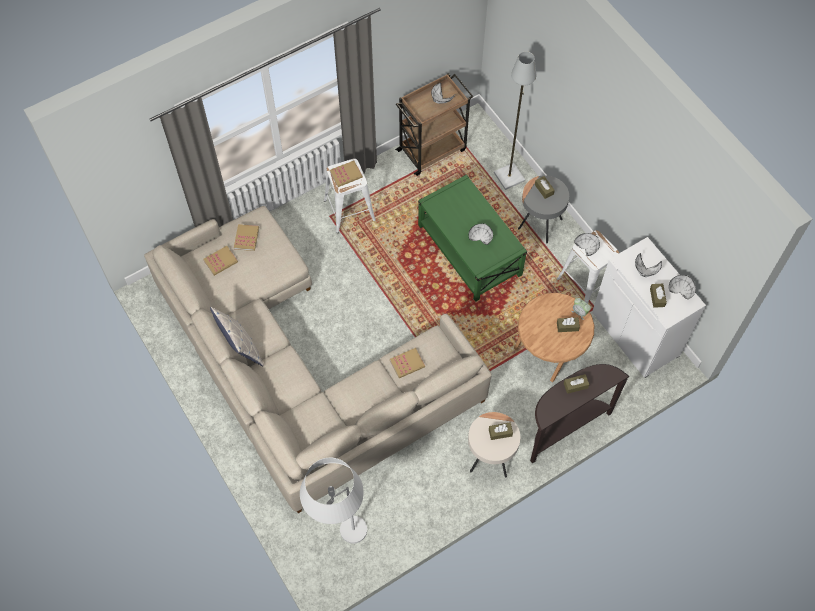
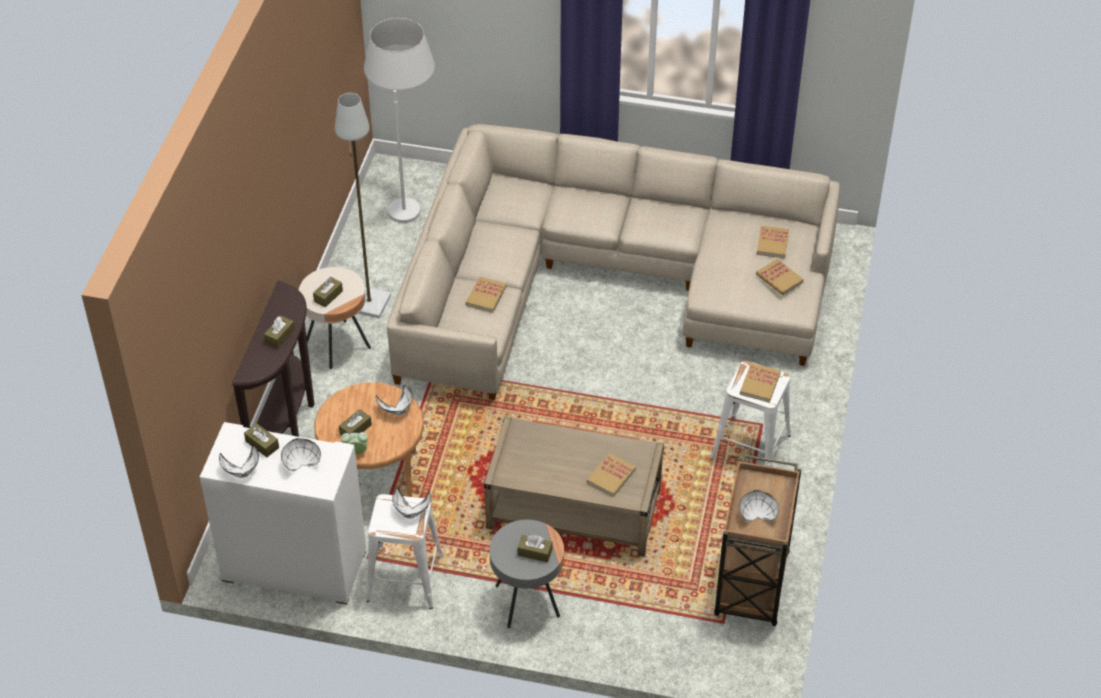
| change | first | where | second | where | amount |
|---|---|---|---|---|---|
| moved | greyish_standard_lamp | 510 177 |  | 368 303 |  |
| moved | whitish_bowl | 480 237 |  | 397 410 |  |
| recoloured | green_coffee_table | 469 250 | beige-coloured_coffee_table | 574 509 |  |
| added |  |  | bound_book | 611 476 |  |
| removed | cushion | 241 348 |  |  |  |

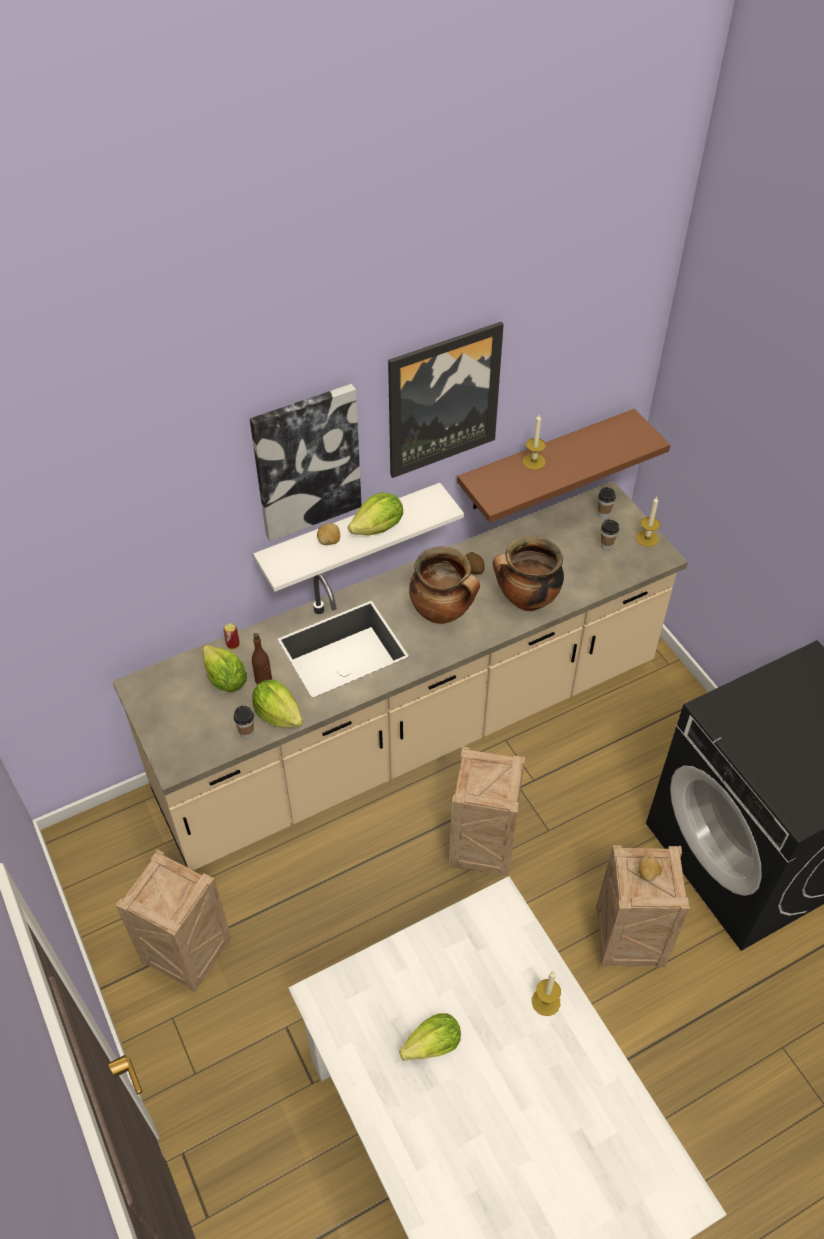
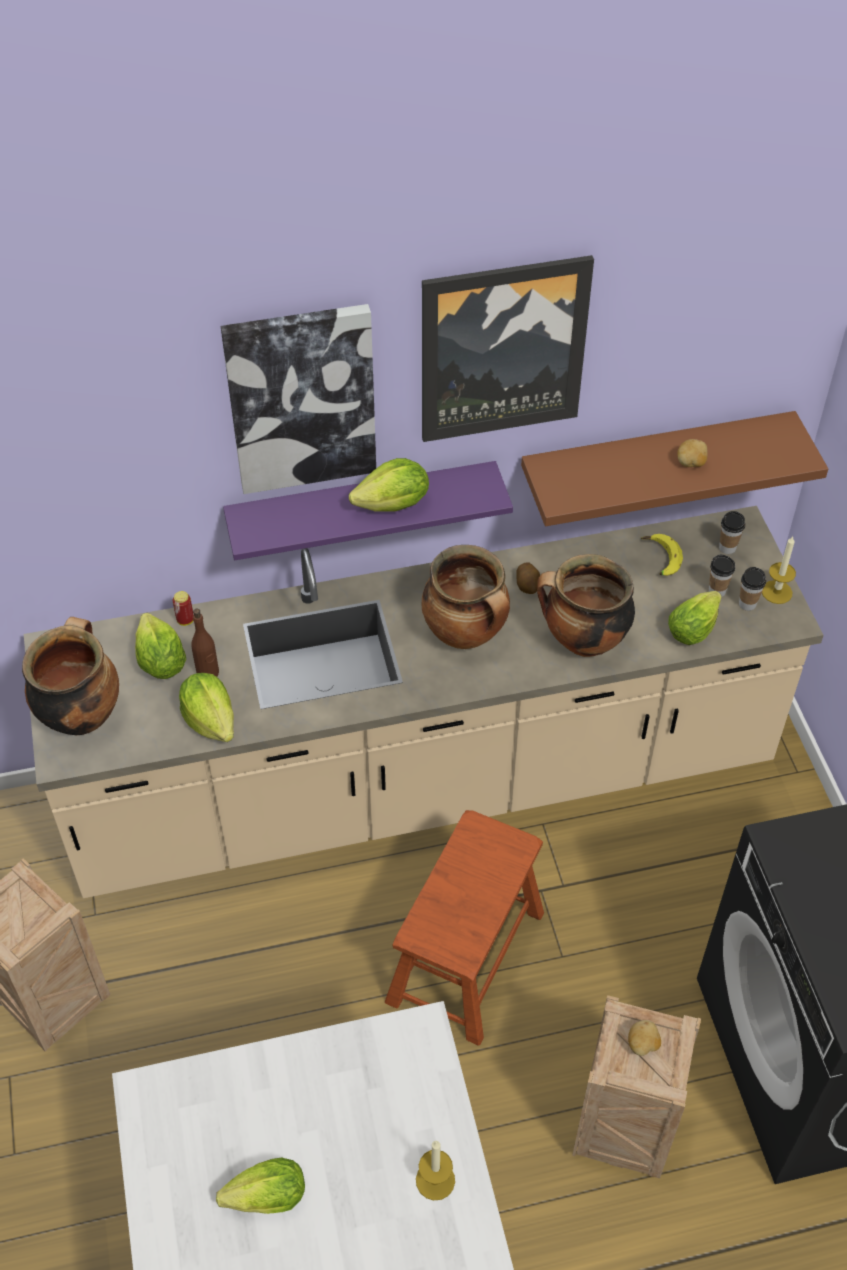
| change | first | where | second | where | amount |
|---|---|---|---|---|---|
| added |  |  | stockpot | 80 714 |  |
| recoloured | whitish_bracket_shelf | 350 536 | purplish_bracket_shelf | 362 509 |  |
| replaced | packing_crate | 481 847 | brown_sitting_stool | 465 957 |  |
| added |  |  | whole_banana | 659 559 |  |
| added |  |  | head_of_lettuce | 695 627 |  |
| moved | whole_potato | 329 541 |  | 691 463 |  |
| moved | small_cup | 247 733 |  | 747 604 |  |
| removed | wax_light | 534 461 |  |  |  |

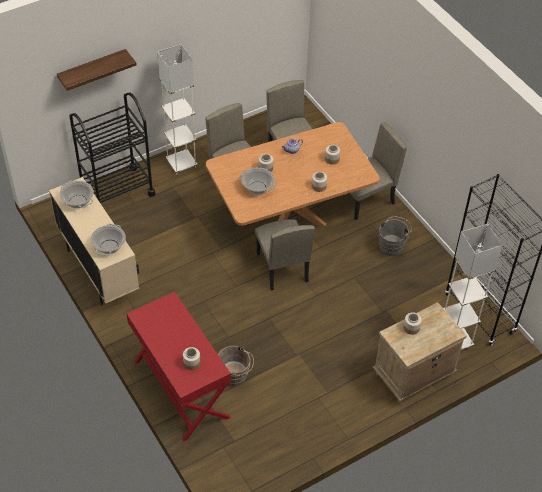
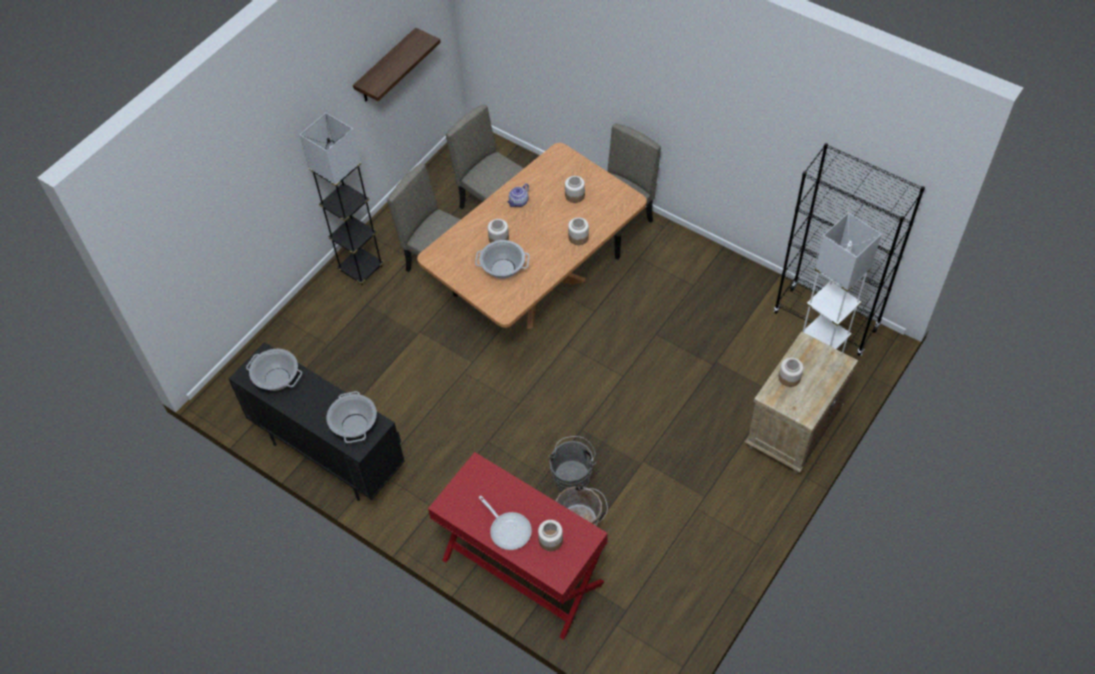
| change | first | where | second | where | amount |
|---|---|---|---|---|---|
| recoloured | beige-coloured_storage_cabinet | 98 271 | blackish_storage_cabinet | 330 456 |  |
| recoloured | whitish_standard_lamp | 181 163 | blackish_standard_lamp | 361 268 |  |
| moved | bracket_shelf | 92 70 |  | 386 67 |  |
| added |  |  | frying_pan | 508 529 |  |
| moved | greyish_bucket | 392 246 |  | 573 476 |  |
| removed | blackish_trolley | 117 191 |  |  |  |
| removed | beige-coloured_chair | 281 267 |  |  |  |

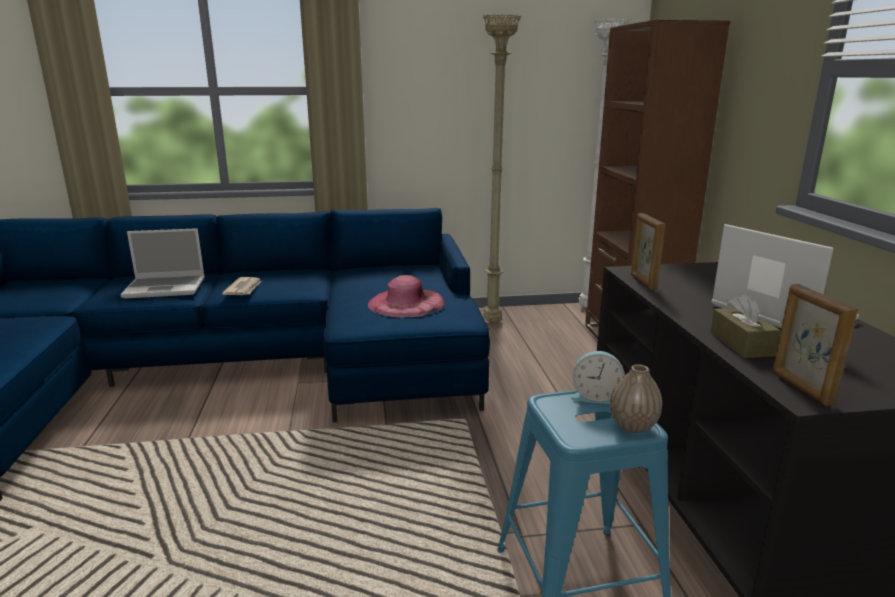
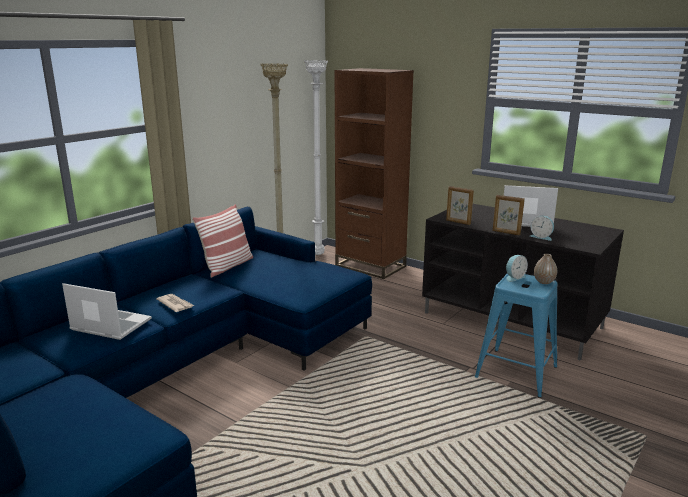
| change | first | where | second | where | amount |
|---|---|---|---|---|---|
| turned | notebook_computer | 166 288 |  | 109 325 | 105 degrees counterclockwise |
| added |  |  | cushion | 227 266 |  |
| moved | picture_frame | 800 388 |  | 506 233 |  |
| replaced | brown_tissue_holder | 741 344 | bedside_clock | 541 237 |  |
| removed | pinkish_wearable_hat | 406 303 |  |  |  |

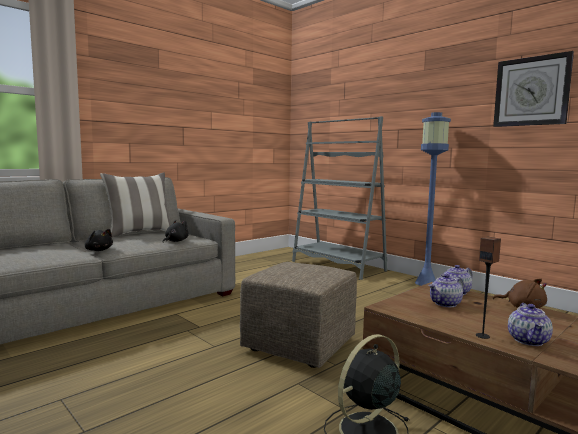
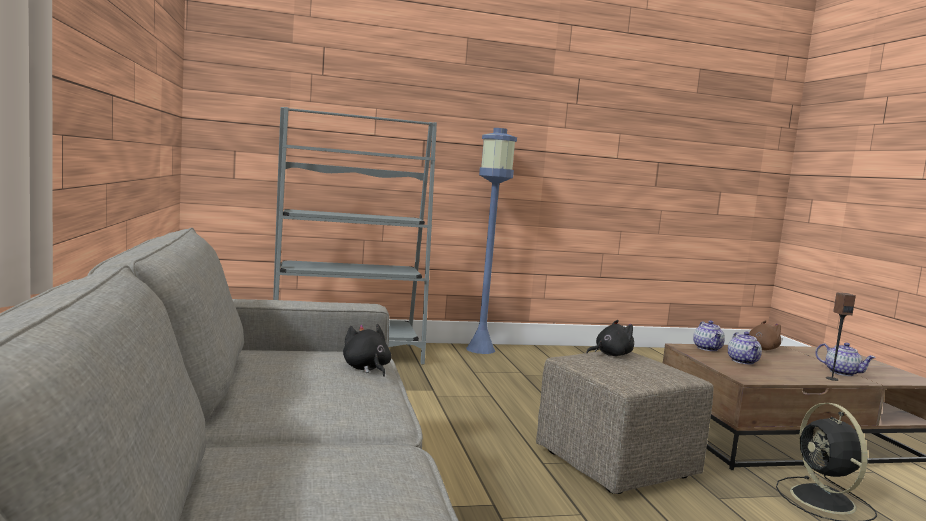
| change | first | where | second | where | amount |
|---|---|---|---|---|---|
| moved | blackish_soft_toy | 98 250 |  | 610 354 |  |
| removed | cushion | 139 233 |  |  |  |
| removed | wall_clock | 531 91 |  |  |  |

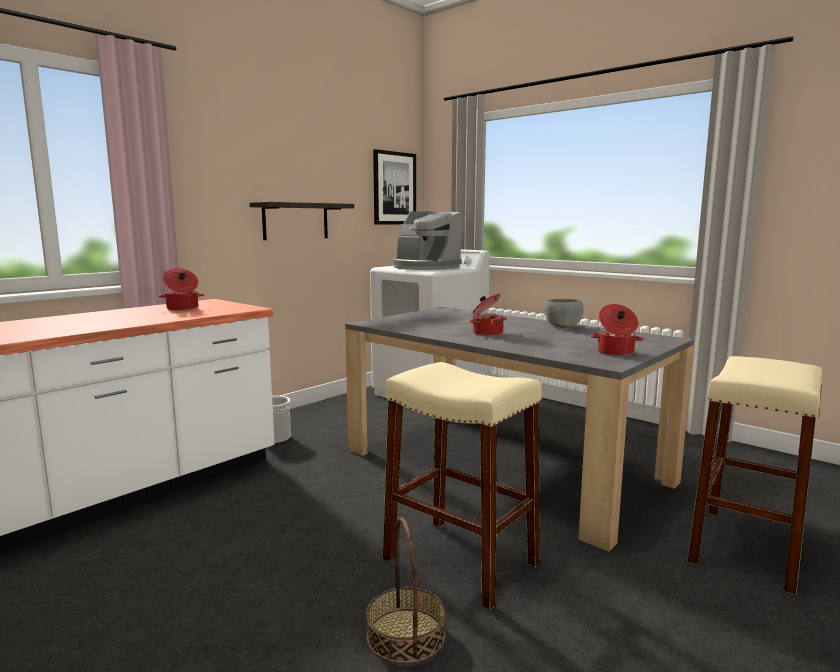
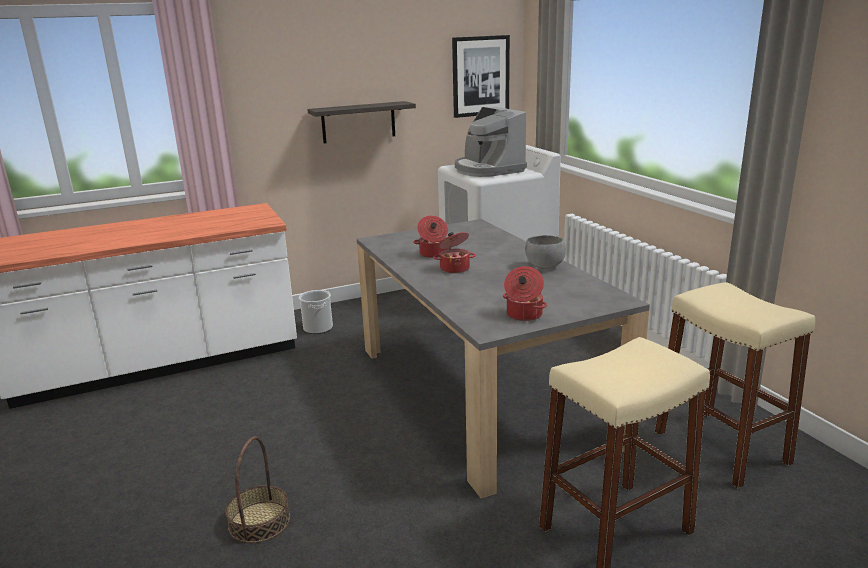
| change | first | where | second | where | amount |
|---|---|---|---|---|---|
| moved | stockpot | 182 309 |  | 433 254 |  |
| moved | beige-coloured_sitting_stool | 460 561 |  | 720 447 |  |

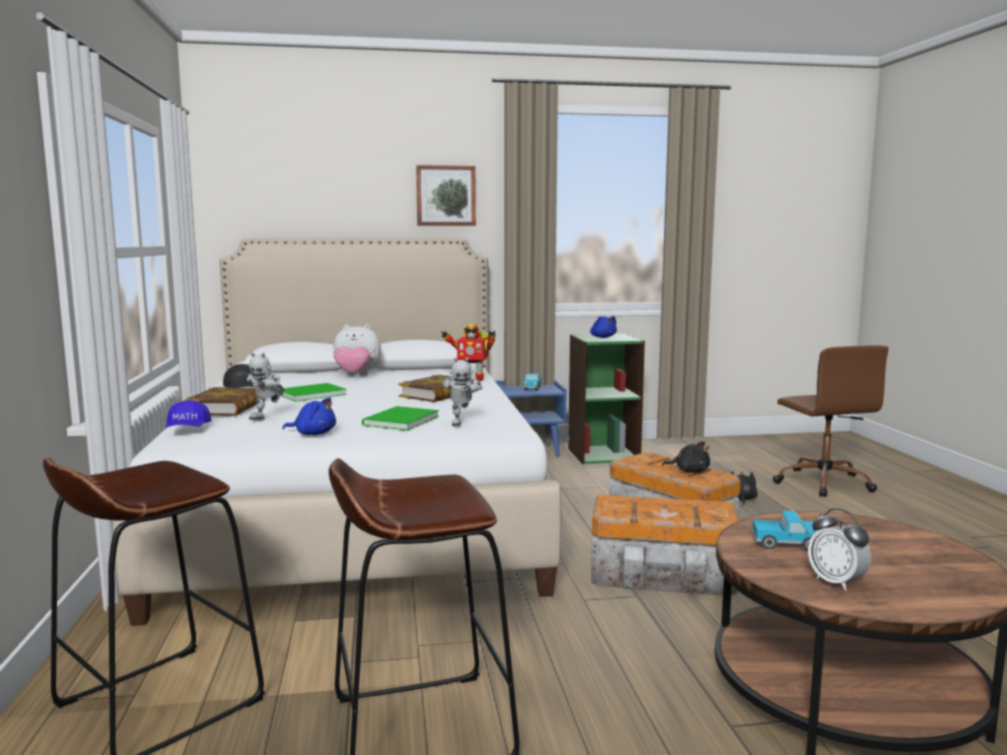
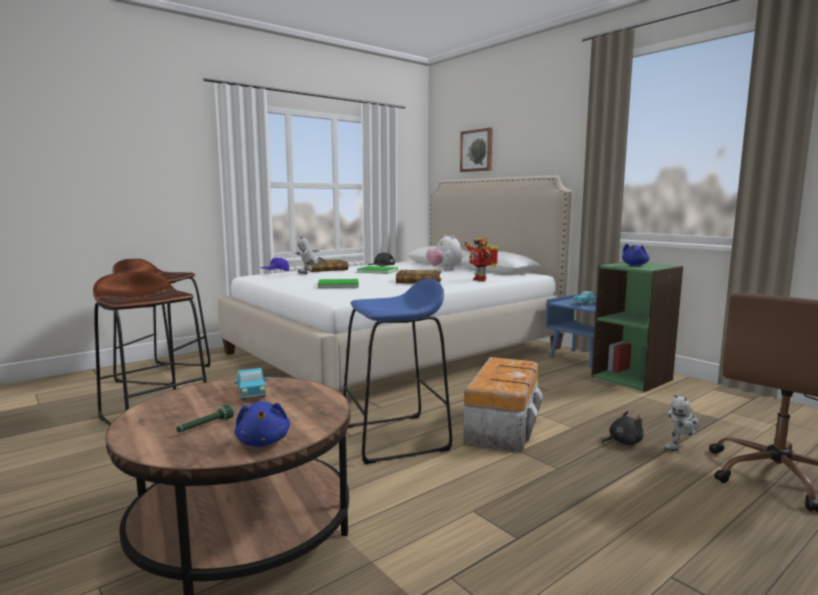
| change | first | where | second | where | amount |
|---|---|---|---|---|---|
| added |  |  | green_hand_torch | 205 426 |  |
| moved | blue-coloured_soft_toy | 313 434 |  | 263 441 |  |
| replaced | storage_container | 664 576 | blue-coloured_sitting_stool | 395 438 |  |
| moved | wall_art | 446 196 |  | 477 150 |  |
| moved | toy_robot | 461 423 |  | 681 449 |  |
| removed | blackish_soft_toy | 689 471 |  |  |  |
| removed | bedside_clock | 836 582 |  |  |  |

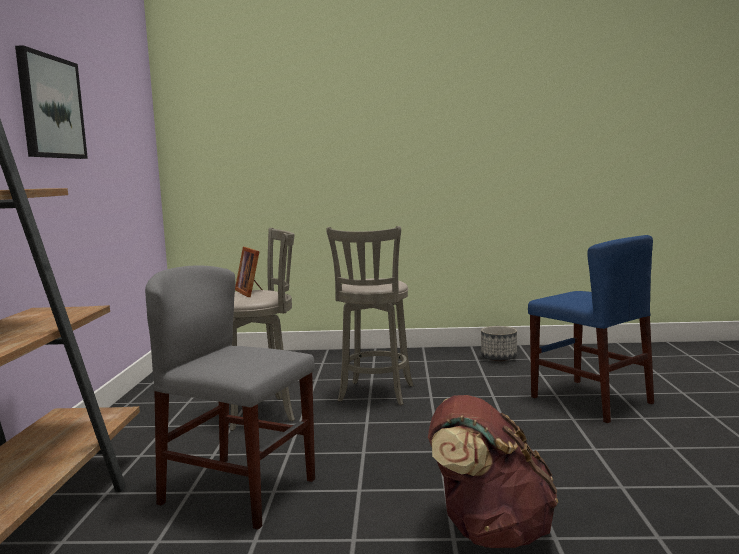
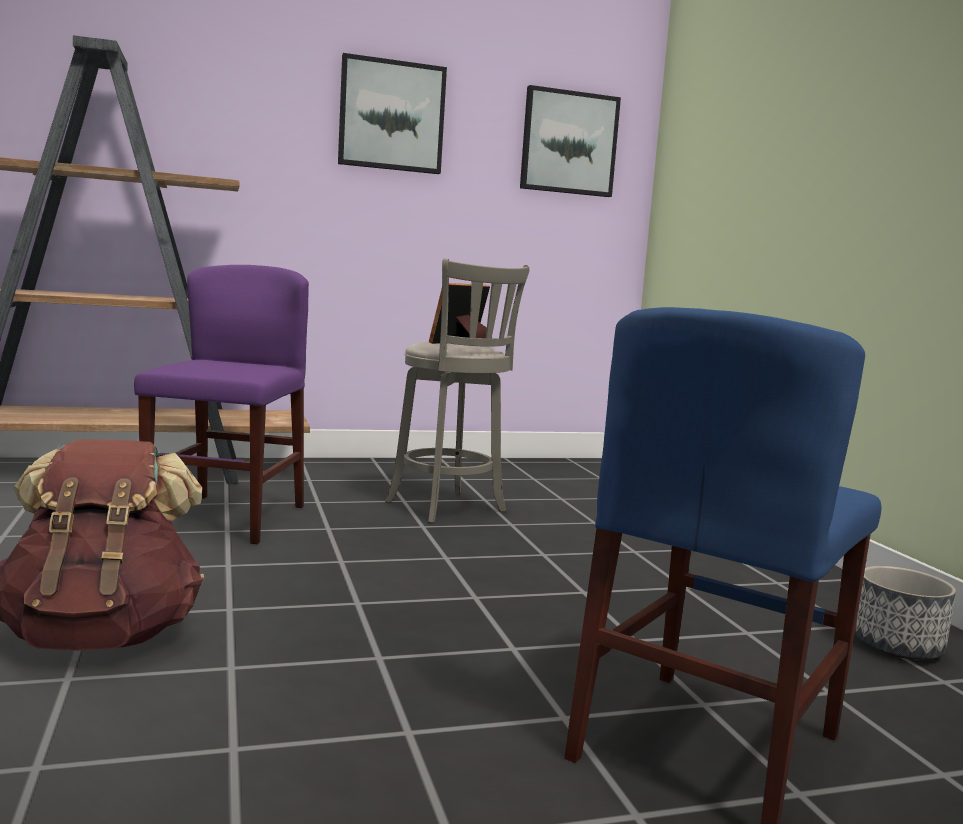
| change | first | where | second | where | amount |
|---|---|---|---|---|---|
| recoloured | greyish_chair | 239 491 | purplish_chair | 227 518 |  |
| added |  |  | wall_art | 569 143 |  |
| removed | greyish_sitting_stool | 375 395 |  |  |  |

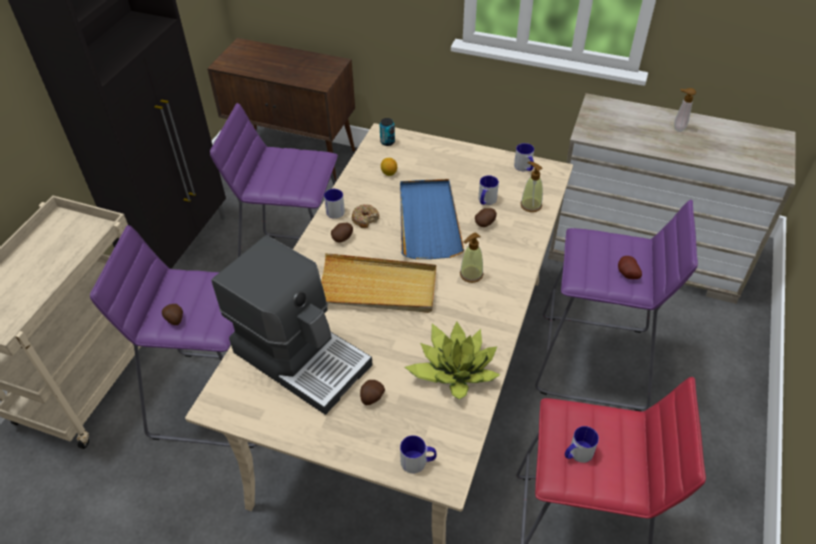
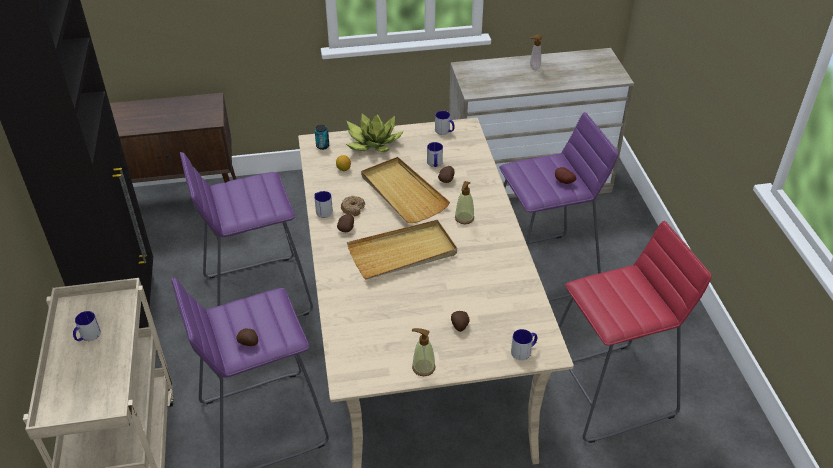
| change | first | where | second | where | amount |
|---|---|---|---|---|---|
| moved | tea_mug | 577 454 |  | 87 336 |  |
| moved | houseplant | 453 370 |  | 372 143 |  |
| recoloured | blue-coloured_carrying_tray | 428 220 | beige-coloured_carrying_tray | 403 192 |  |
| moved | liquid_soap_bottle | 530 205 |  | 423 367 |  |
| removed | coffee_brewer | 302 356 |  |  |  |

